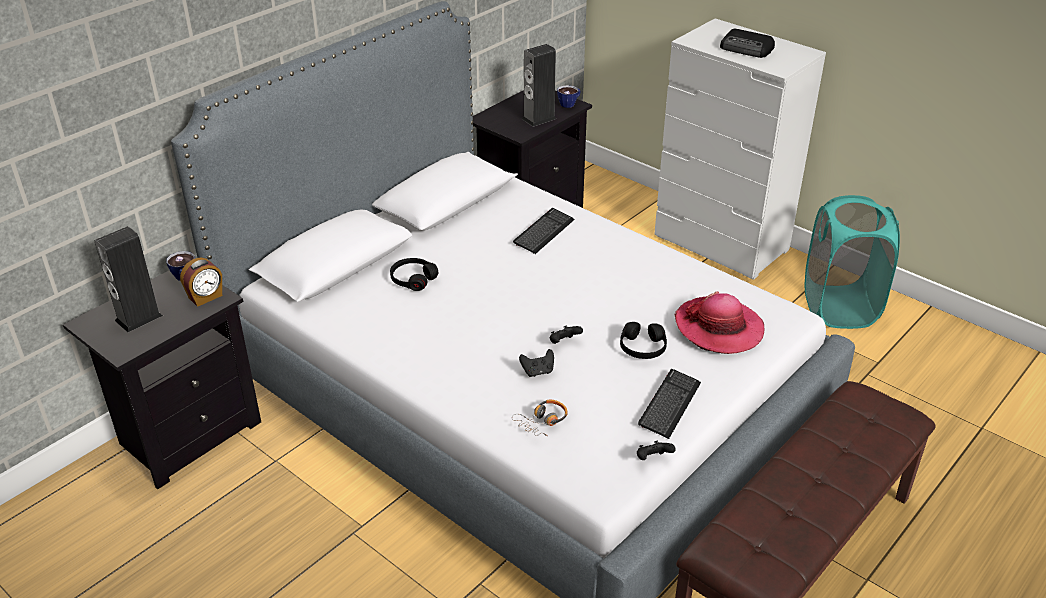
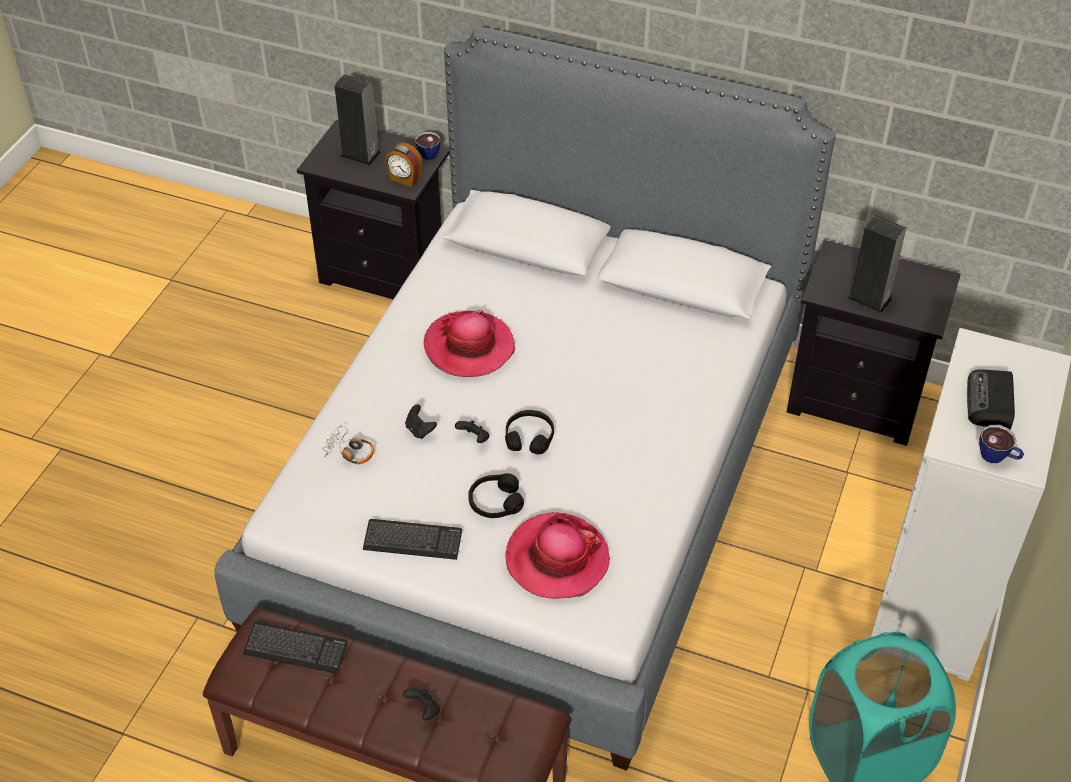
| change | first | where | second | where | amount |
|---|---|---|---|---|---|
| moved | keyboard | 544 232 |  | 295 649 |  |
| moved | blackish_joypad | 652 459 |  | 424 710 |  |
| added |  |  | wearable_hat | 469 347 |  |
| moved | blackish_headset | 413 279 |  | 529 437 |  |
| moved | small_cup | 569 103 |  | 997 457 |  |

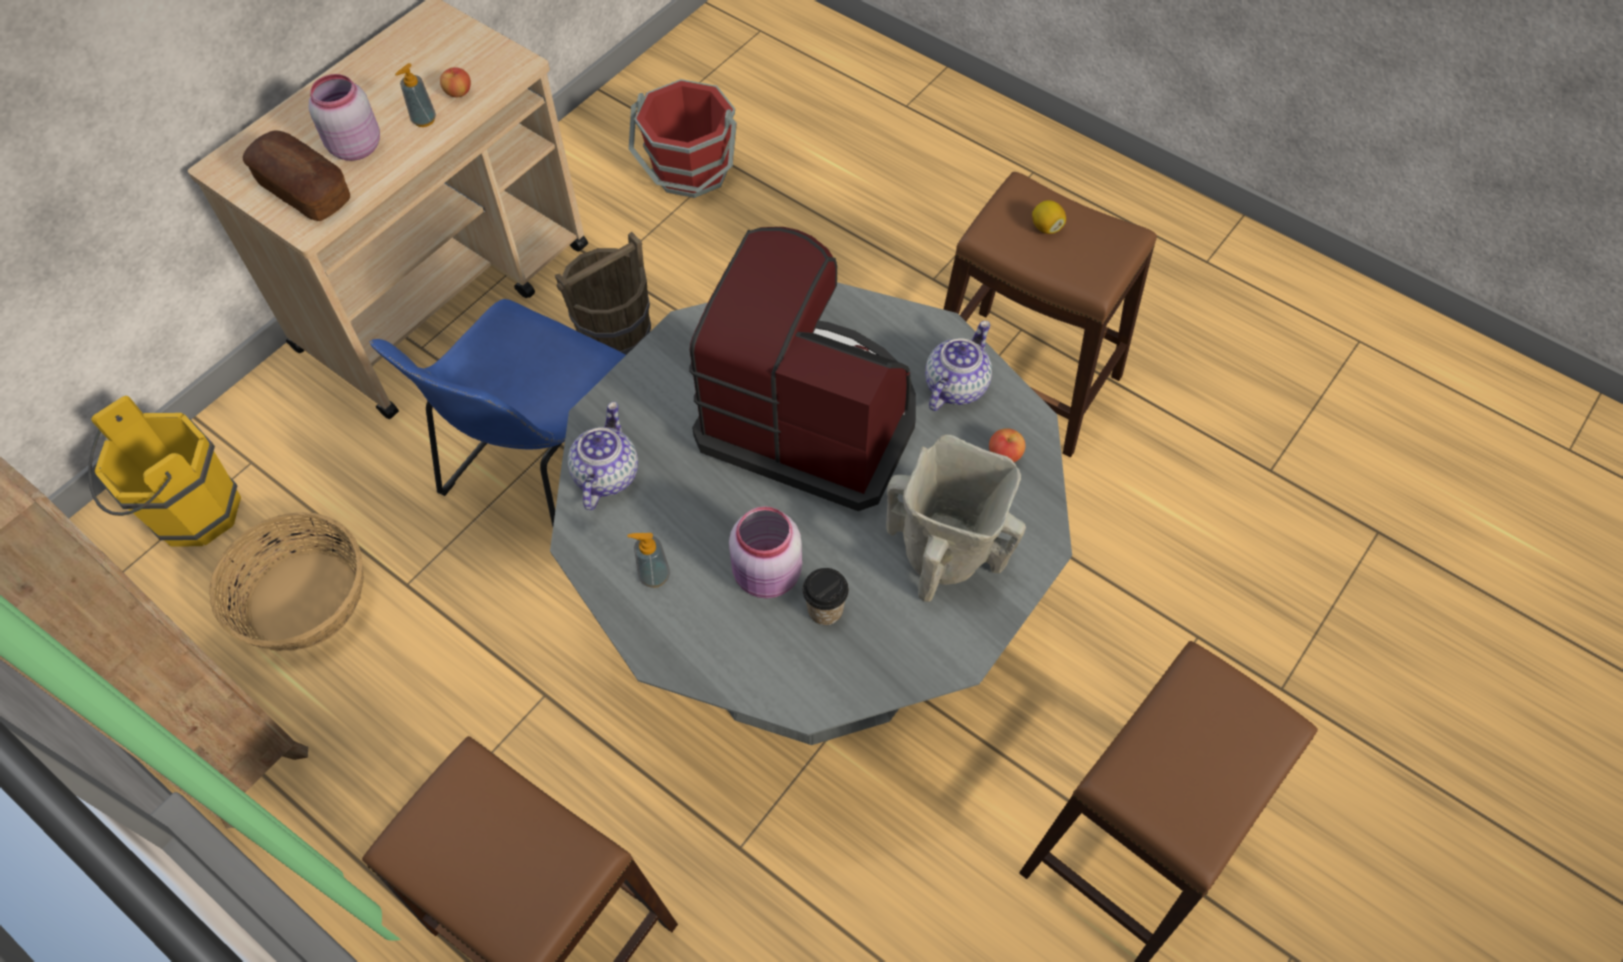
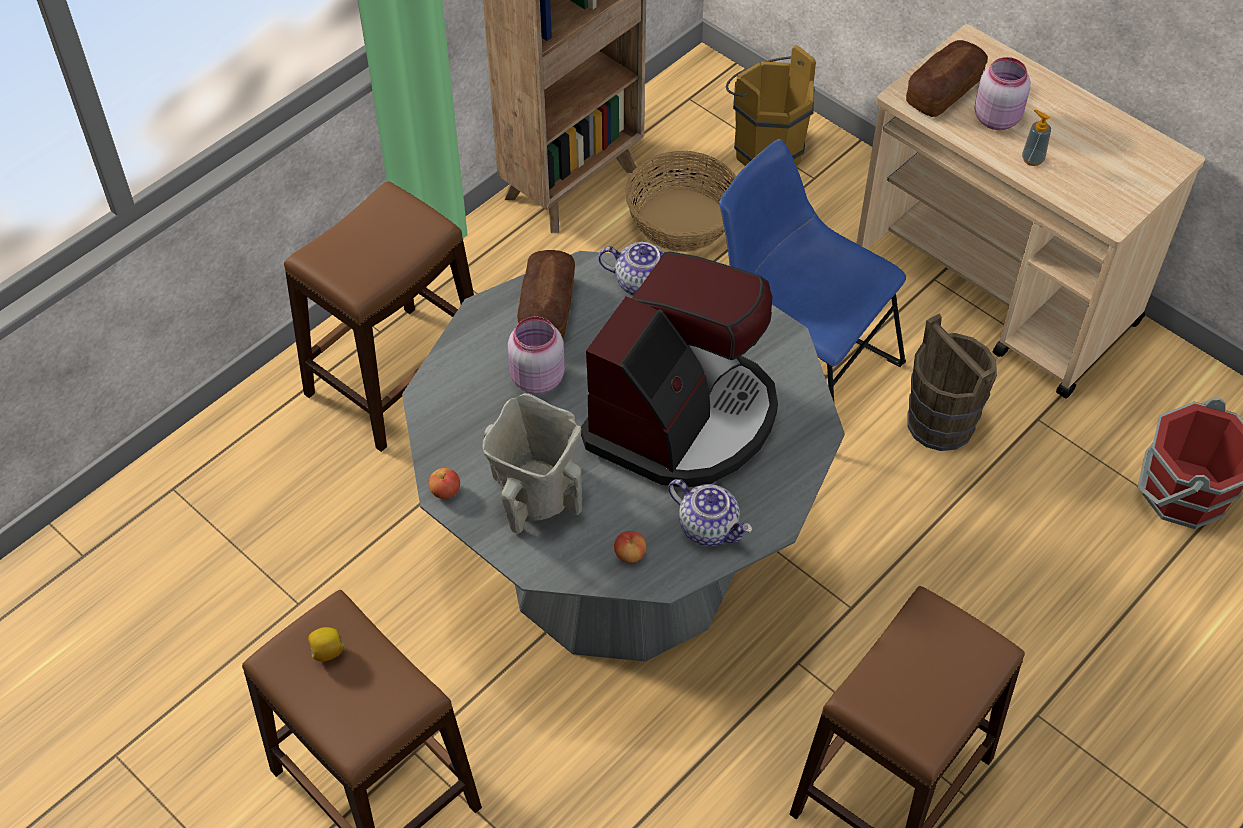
| change | first | where | second | where | amount |
|---|---|---|---|---|---|
| moved | whole_lemon | 1046 227 |  | 327 651 |  |
| moved | whole_apple | 458 92 |  | 445 491 |  |
| replaced | liquid_soap_bottle | 654 576 | baked_bread | 547 310 |  |
| recoloured | yellow-coloured_bucket | 190 516 | brown_bucket | 764 148 |  |
| removed | small_cup | 825 610 |  |  |  |

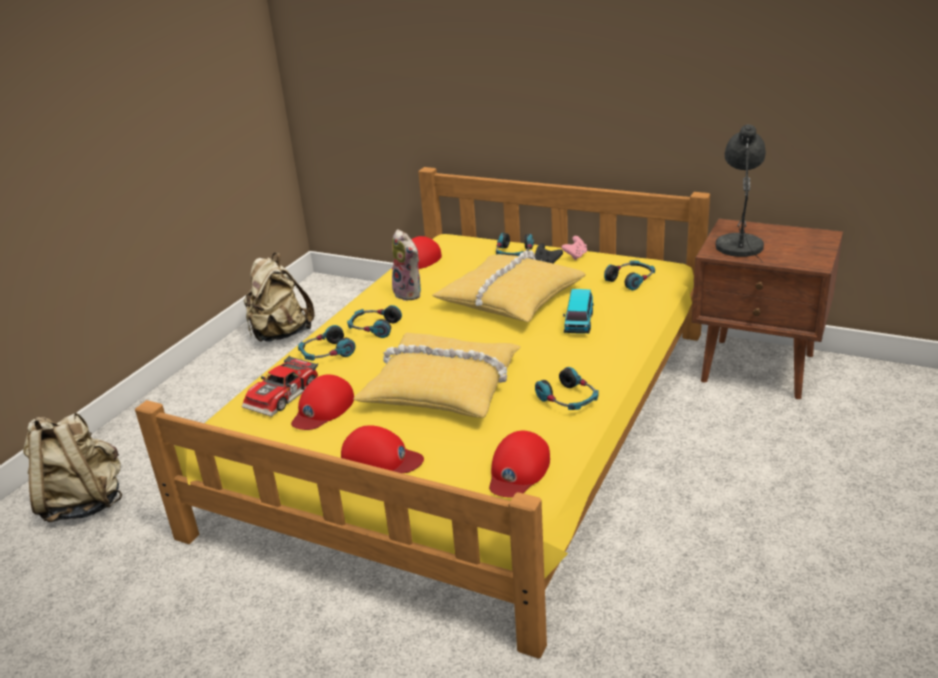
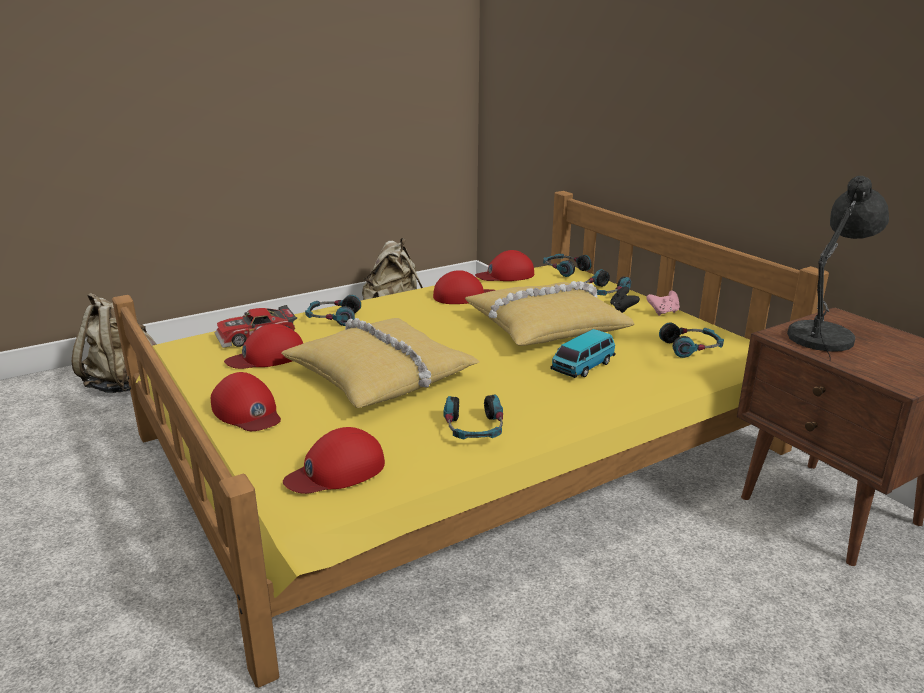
| change | first | where | second | where | amount |
|---|---|---|---|---|---|
| replaced | soft_toy | 410 293 | reddish_peaked_cap | 464 296 |  |
| moved | headset | 374 328 |  | 565 270 |  |

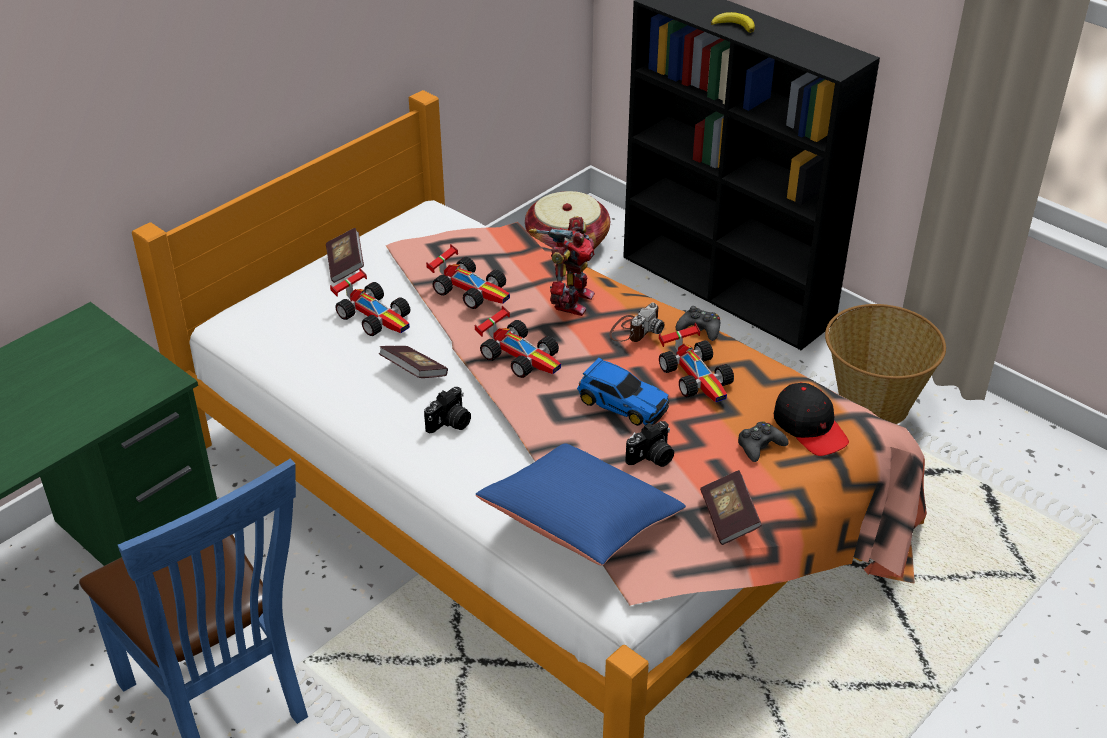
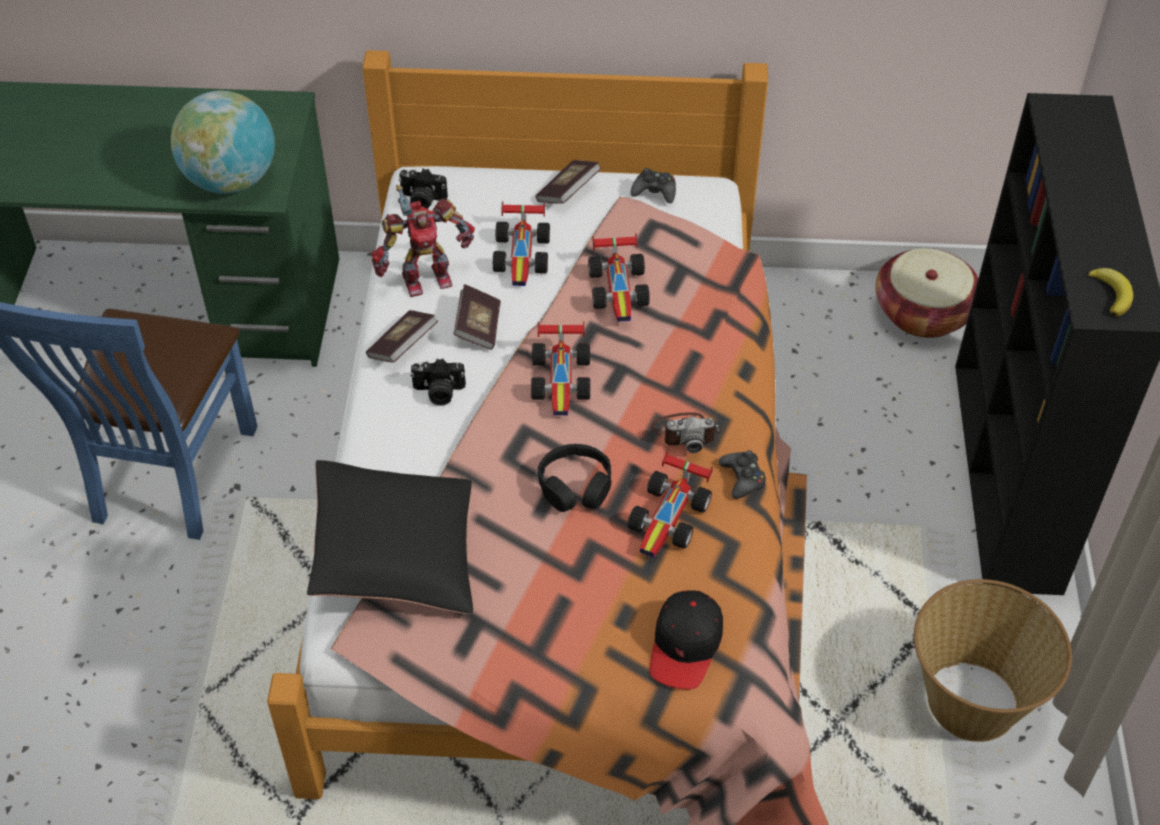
| change | first | where | second | where | amount |
|---|---|---|---|---|---|
| added |  |  | world_globe | 231 180 |  |
| recoloured | blue-coloured_cushion | 581 523 | blackish_cushion | 395 555 |  |
| moved | bound_book | 729 518 |  | 402 346 |  |
| moved | toy_robot | 570 300 |  | 425 277 |  |
| moved | still_camera | 652 458 |  | 422 200 |  |
| replaced | toy_car | 621 402 | blackish_headset | 575 486 |  |
| moved | blackish_joypad | 760 446 |  | 654 191 |  |
| moved | whole_banana | 734 25 |  | 1112 294 |  |

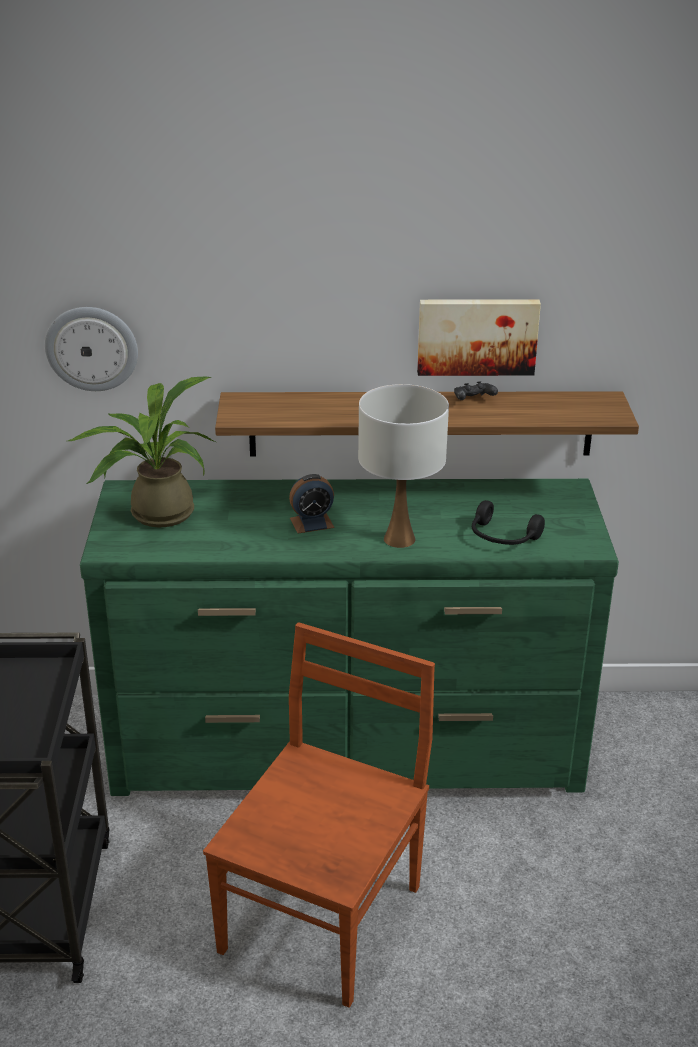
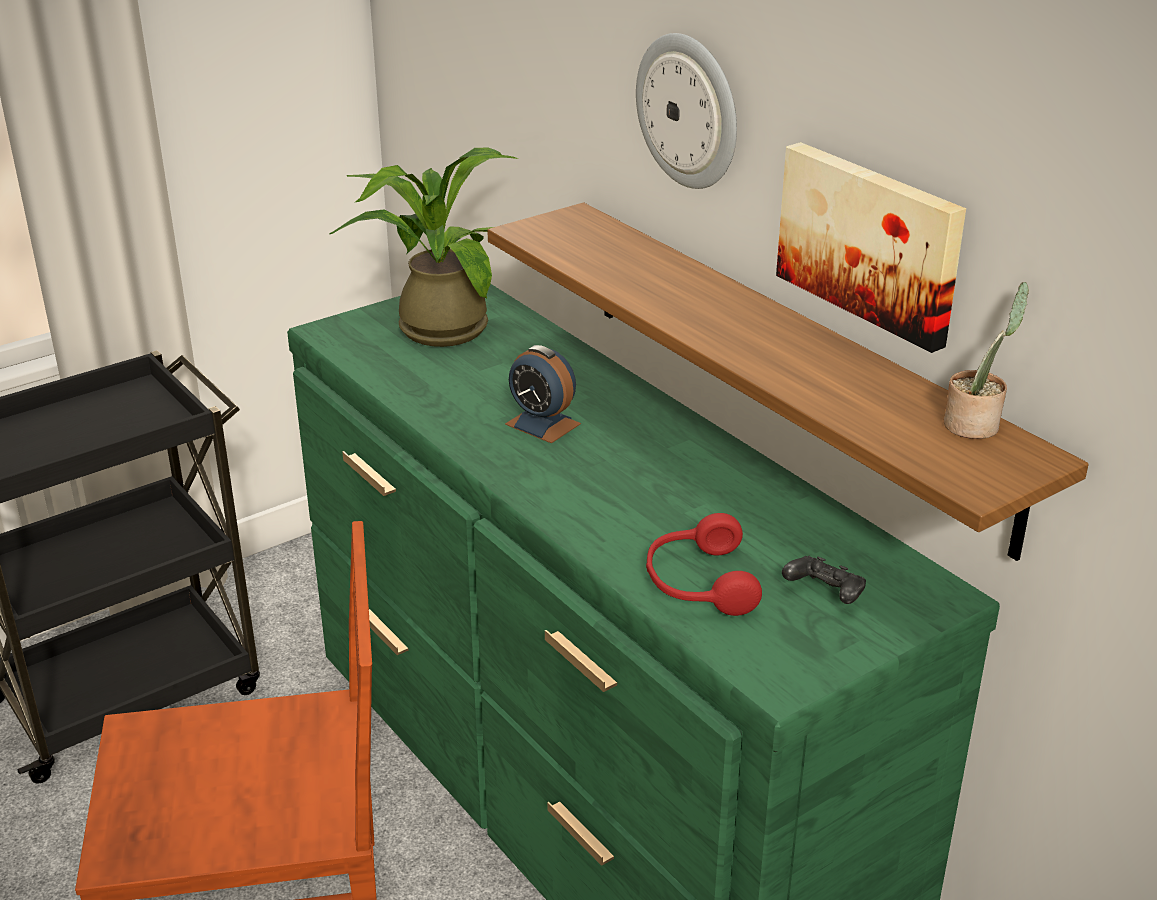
| change | first | where | second | where | amount |
|---|---|---|---|---|---|
| moved | wall_clock | 92 348 |  | 689 111 |  |
| recoloured | blackish_headset | 502 537 | reddish_headset | 698 583 |  |
| moved | blackish_joypad | 473 401 |  | 824 594 |  |
| added |  |  | houseplant | 975 425 |  |
| removed | whitish_table_lamp | 399 539 |  |  |  |

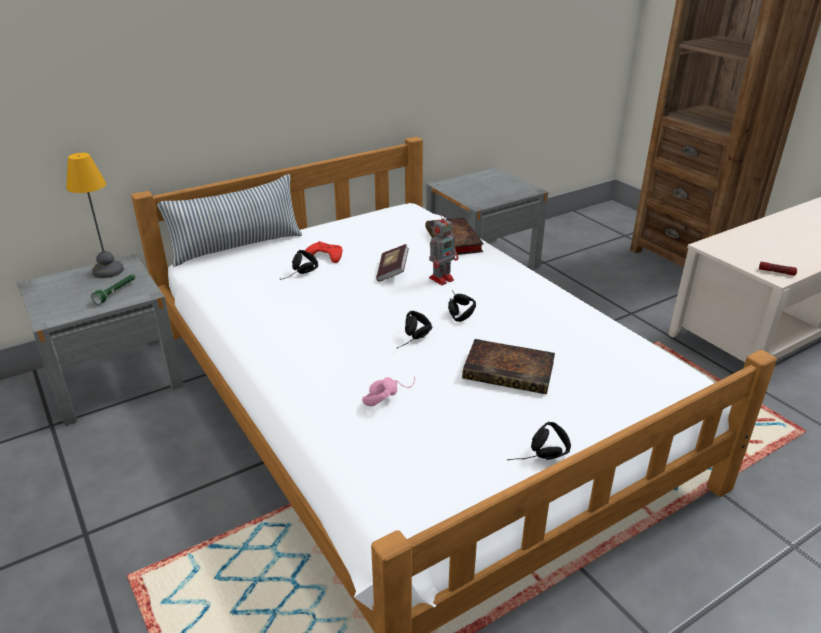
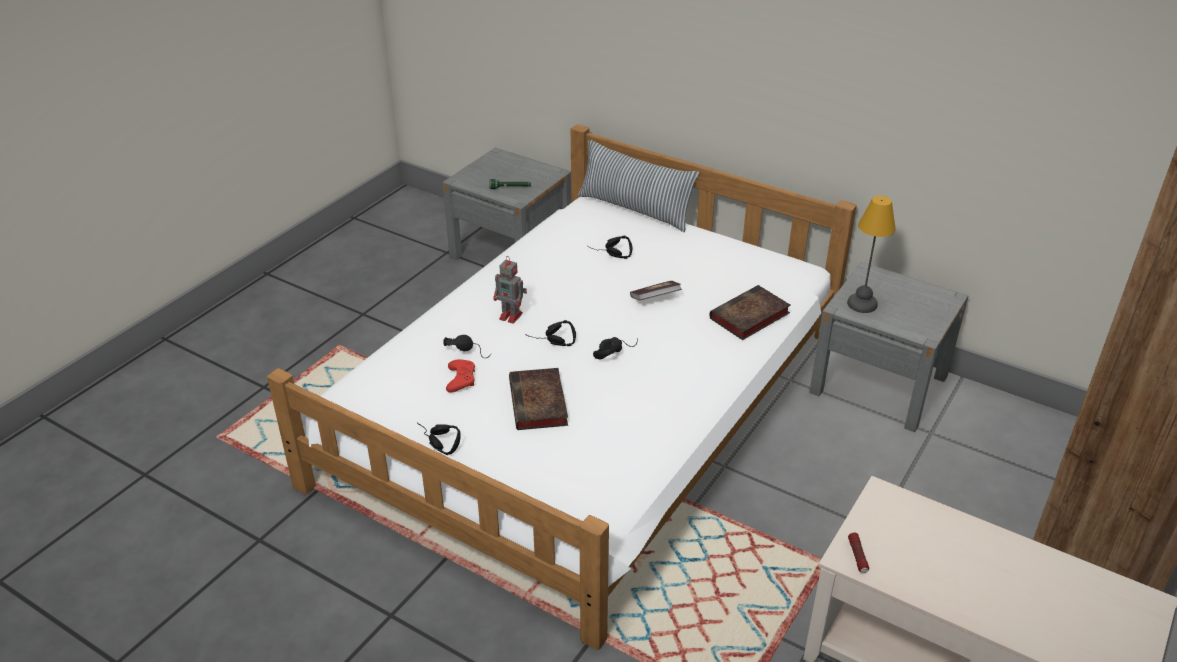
| change | first | where | second | where | amount |
|---|---|---|---|---|---|
| recoloured | pinkish_headset | 387 395 | blackish_headset | 469 351 |  |
| moved | reddish_joypad | 325 256 |  | 461 379 |  |
| moved | toy_robot | 442 278 |  | 512 316 |  |
| moved | table_lamp | 108 271 |  | 861 304 |  |

